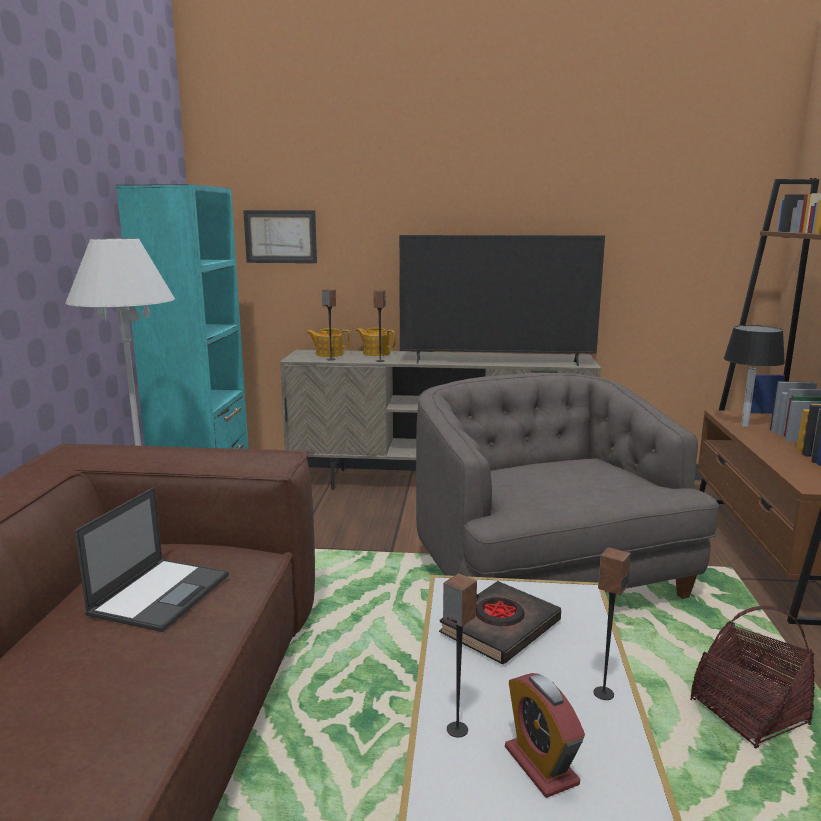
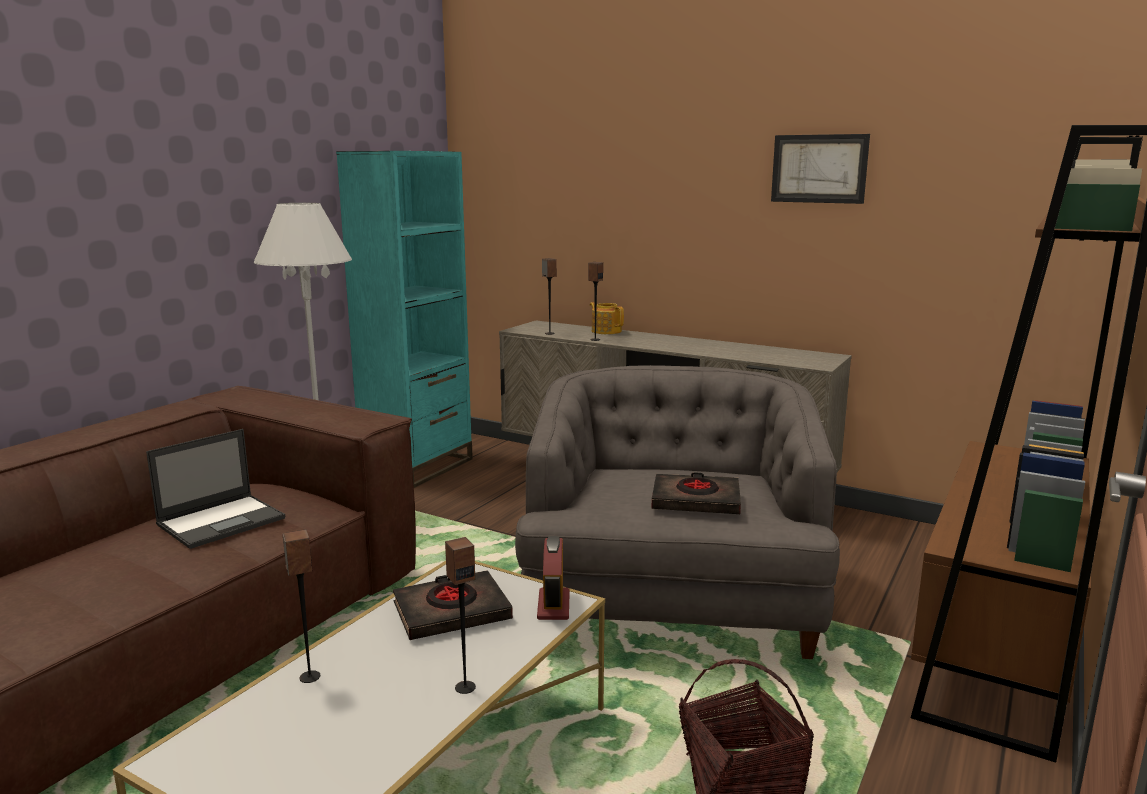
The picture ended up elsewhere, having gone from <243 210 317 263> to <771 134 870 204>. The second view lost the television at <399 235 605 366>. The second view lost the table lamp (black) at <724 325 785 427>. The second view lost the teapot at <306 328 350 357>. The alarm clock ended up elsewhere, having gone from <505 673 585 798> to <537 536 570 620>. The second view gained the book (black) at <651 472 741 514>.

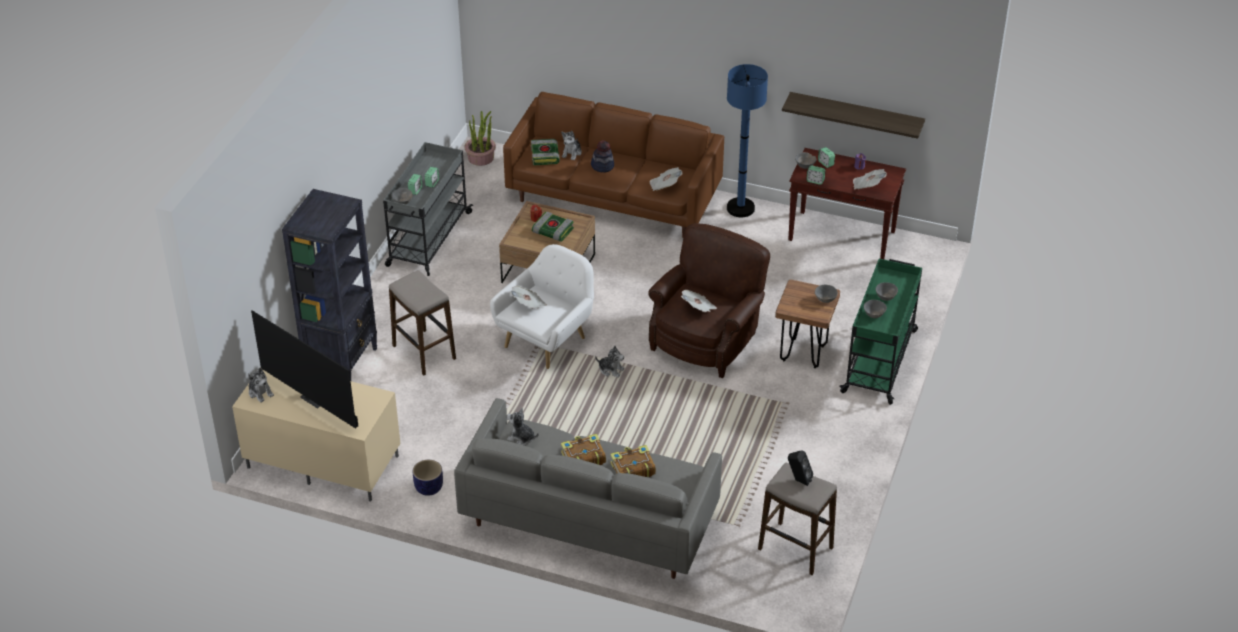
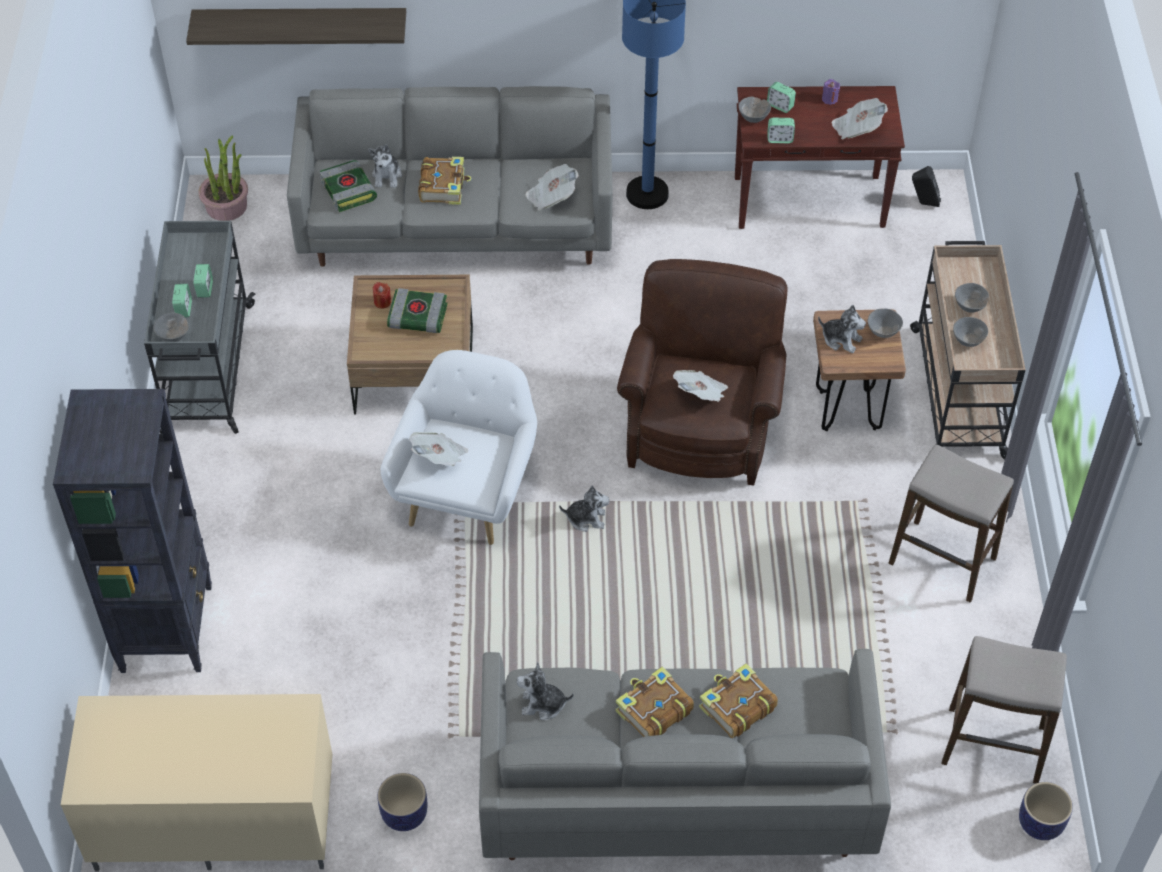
What was the sofa (brown) at <503 92 724 238> turned into the sofa (grey) at <287 86 612 267>. The shelf ended up elsewhere, having gone from <782 92 925 139> to <186 8 406 45>. Where the hat stood at <591 140 614 173>, the book came to stand at <418 157 471 205>. What was the cart (green) at <840 258 922 405> turned into the cart (beige) at <910 241 1025 460>. The stool ended up elsewhere, having gone from <389 270 456 375> to <888 445 1014 603>. The second view lost the television at <251 310 358 428>. The plush toy ended up elsewhere, having gone from <248 368 274 403> to <818 305 866 353>. The speaker (black) ended up elsewhere, having gone from <788 450 813 486> to <912 166 941 207>. The second view gained the planter at <1019 782 1073 840>.

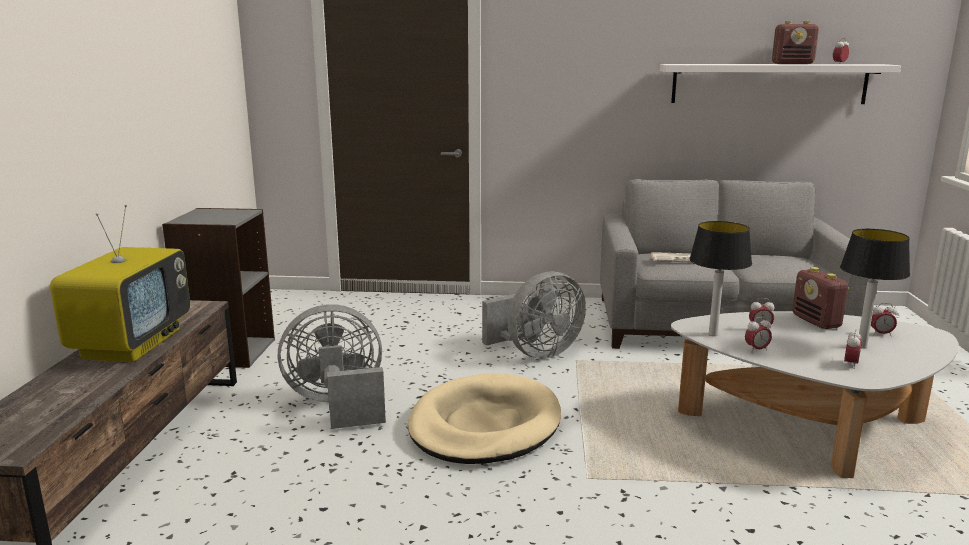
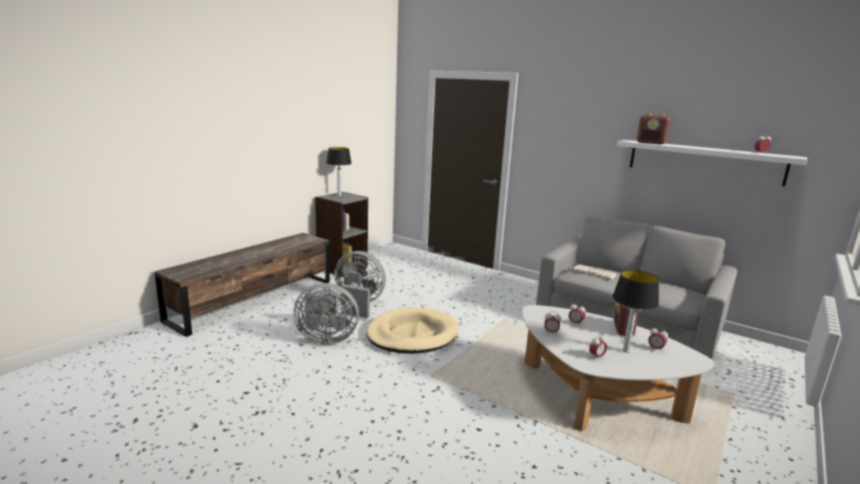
The radio ended up elsewhere, having gone from <772 21 819 64> to <637 113 671 145>. The second view lost the television at <50 205 190 362>. The table lamp ended up elsewhere, having gone from <689 221 752 336> to <326 147 352 196>. The fan (grey) ended up elsewhere, having gone from <482 271 586 359> to <293 283 359 345>.

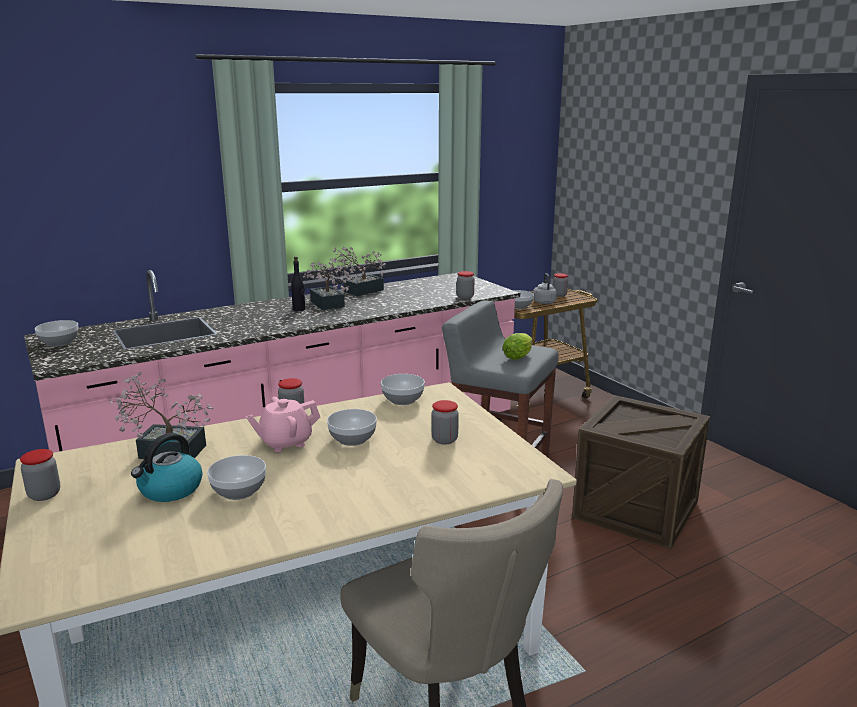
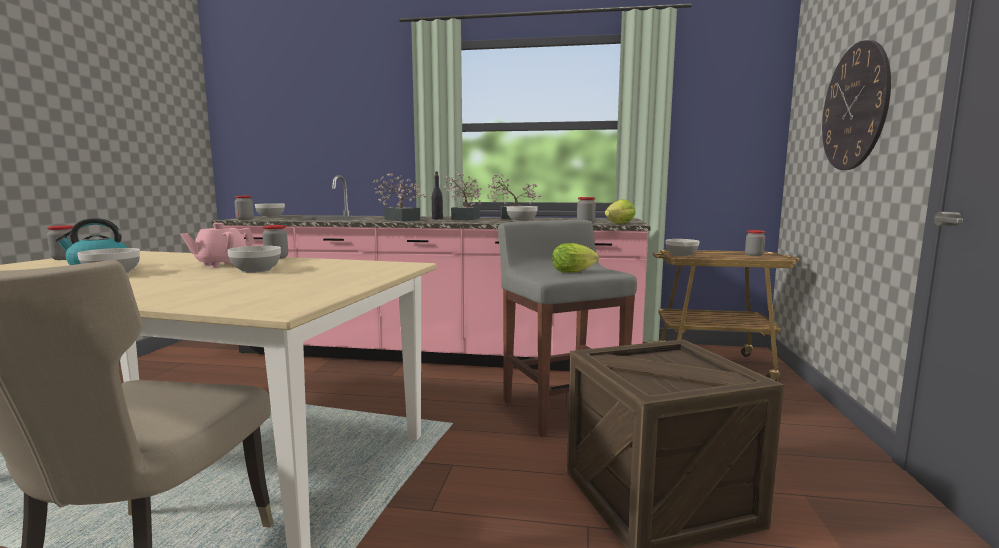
The second view lost the kettle (grey) at <533 273 557 304>. The potted plant ended up elsewhere, having gone from <108 372 213 459> to <373 173 426 221>. The bowl ended up elsewhere, having gone from <381 374 425 405> to <507 206 538 222>. The teapot (pink) at <246 397 320 452> ended up facing another way, 60 degrees counterclockwise from before. The jar ended up elsewhere, having gone from <431 400 459 445> to <234 196 254 220>. The second view gained the wall clock at <822 40 891 170>. The second view gained the lettuce at <605 199 636 224>.

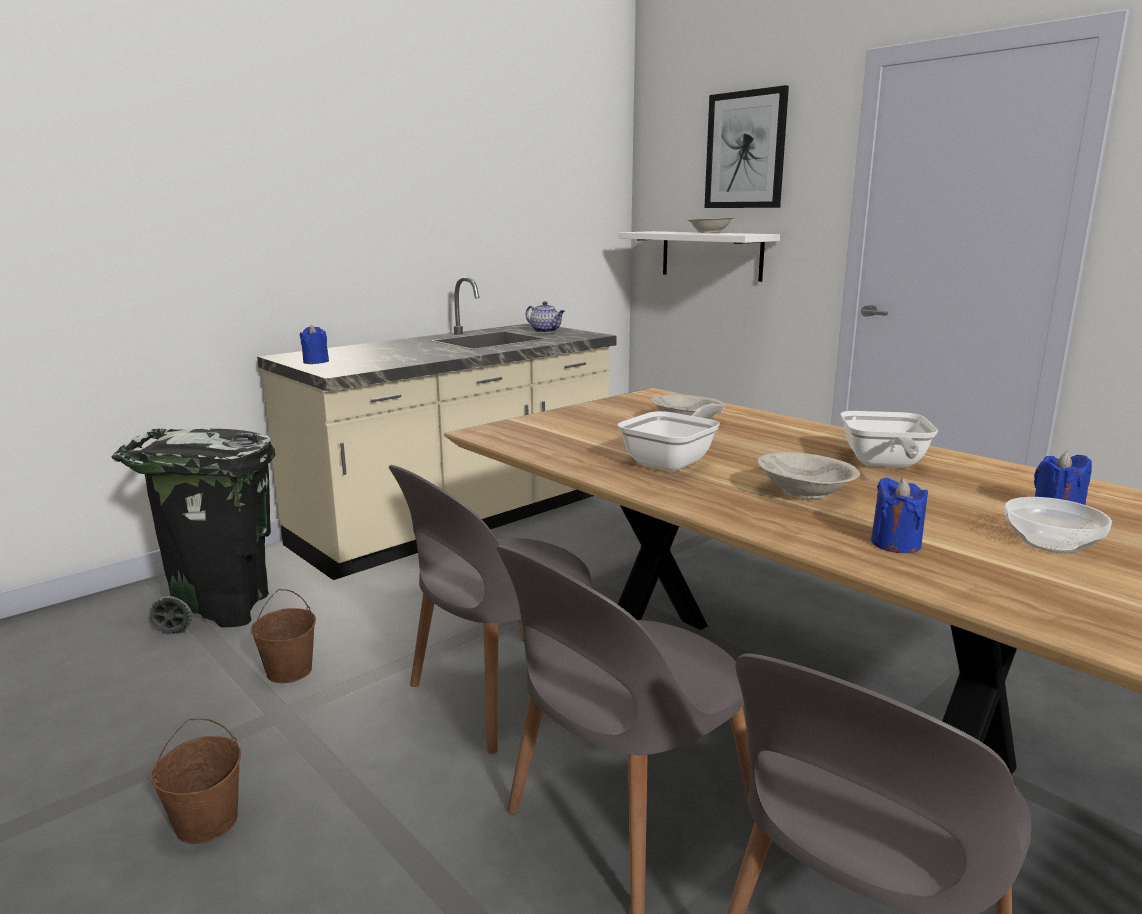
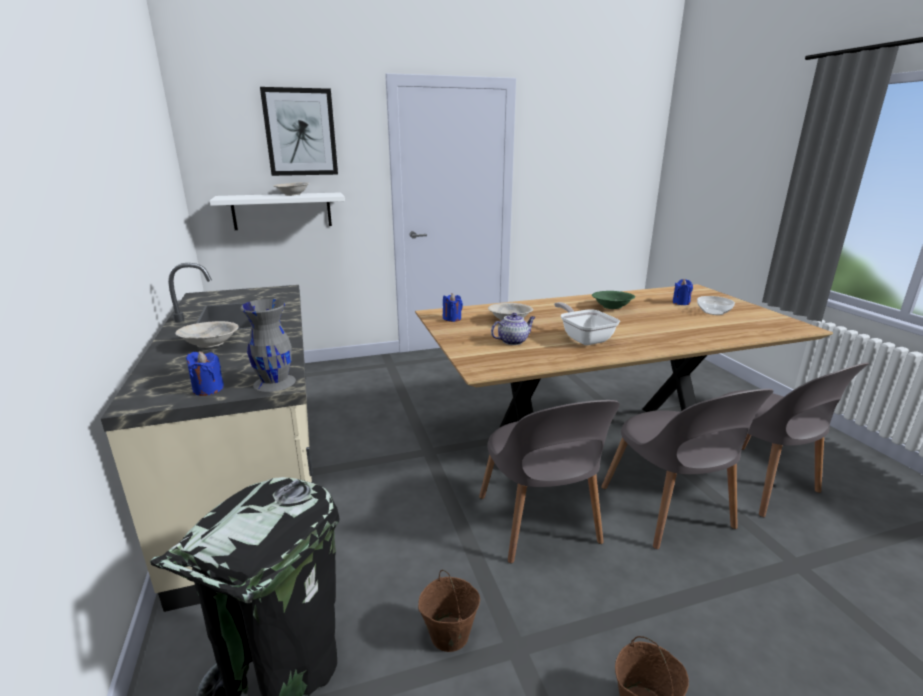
The teapot ended up elsewhere, having gone from <526 301 565 333> to <491 313 536 345>. Where the frying pan stood at <841 411 938 468>, the bowl (green) came to stand at <592 291 635 309>. The bowl (beige) ended up elsewhere, having gone from <757 452 860 499> to <175 321 239 348>. The candle (blue) ended up elsewhere, having gone from <871 477 928 553> to <443 293 463 322>. The second view gained the vase (grey) at <240 299 296 392>.

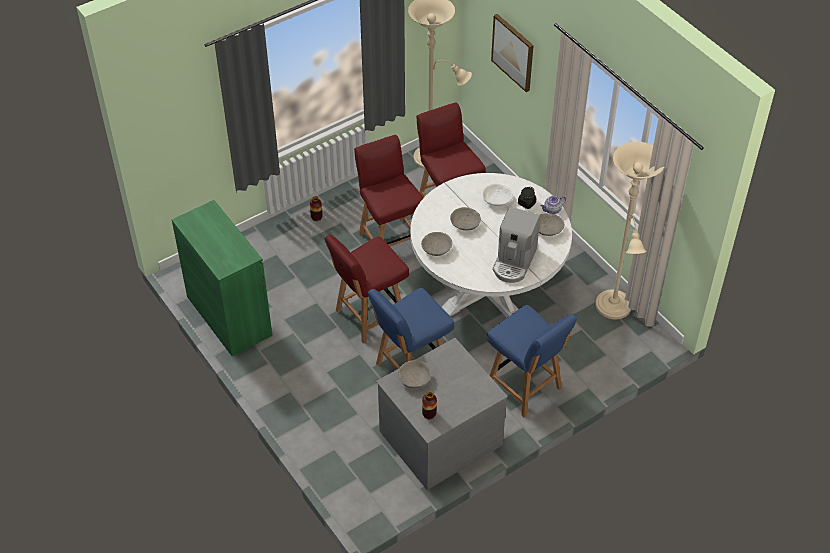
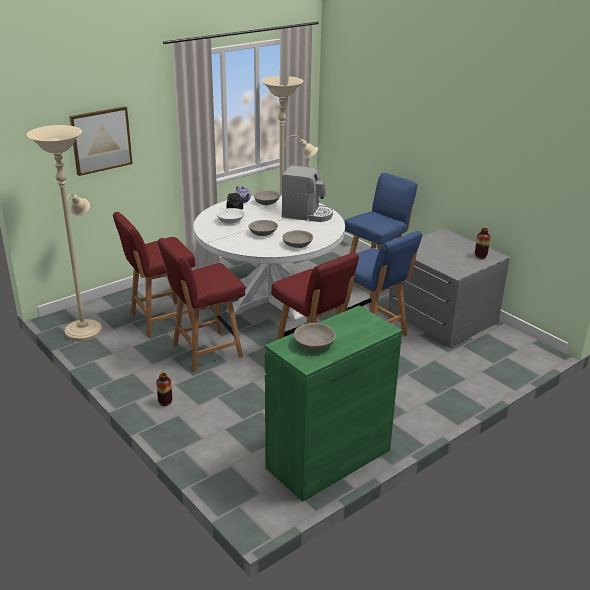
The bowl (grey) ended up elsewhere, having gone from <398 360 431 388> to <294 323 336 350>.

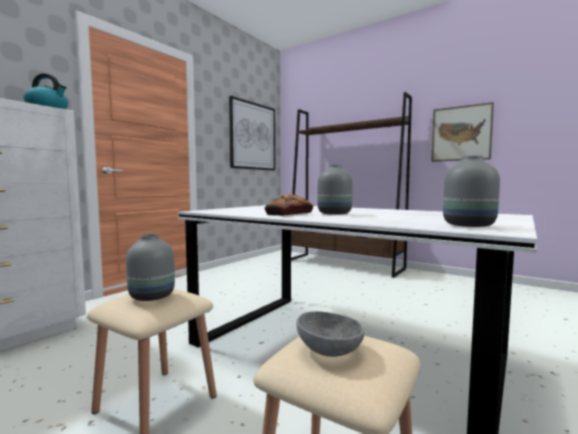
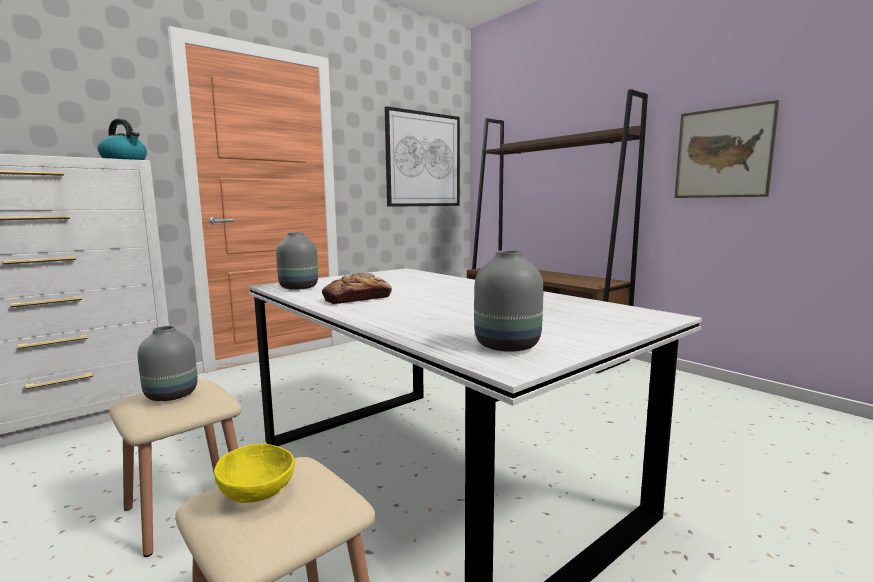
The vase (grey) ended up elsewhere, having gone from <318 165 353 215> to <276 232 318 290>. What was the bowl (grey) at <296 311 364 357> turned into the bowl (yellow) at <214 444 295 503>.

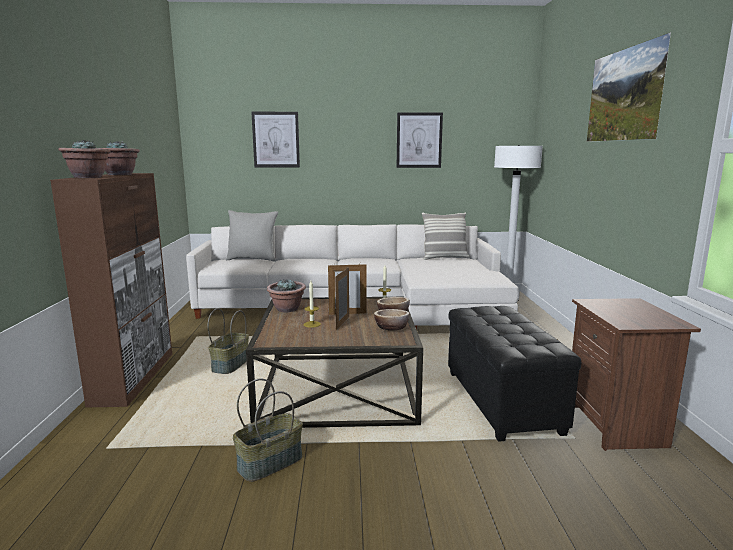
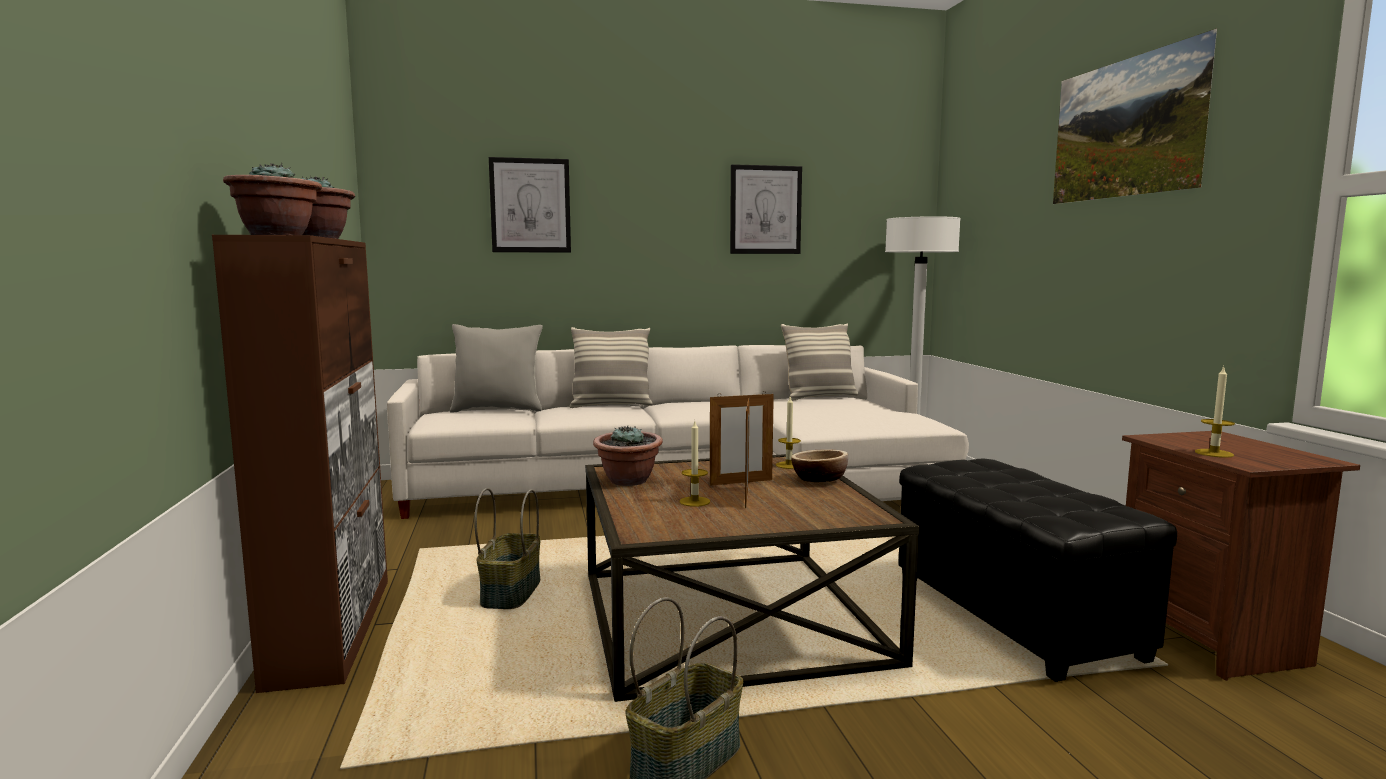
The second view lost the bowl at <374 309 410 331>. The second view gained the pillow at <570 327 653 408>. The second view gained the candle at <1195 367 1235 458>.

